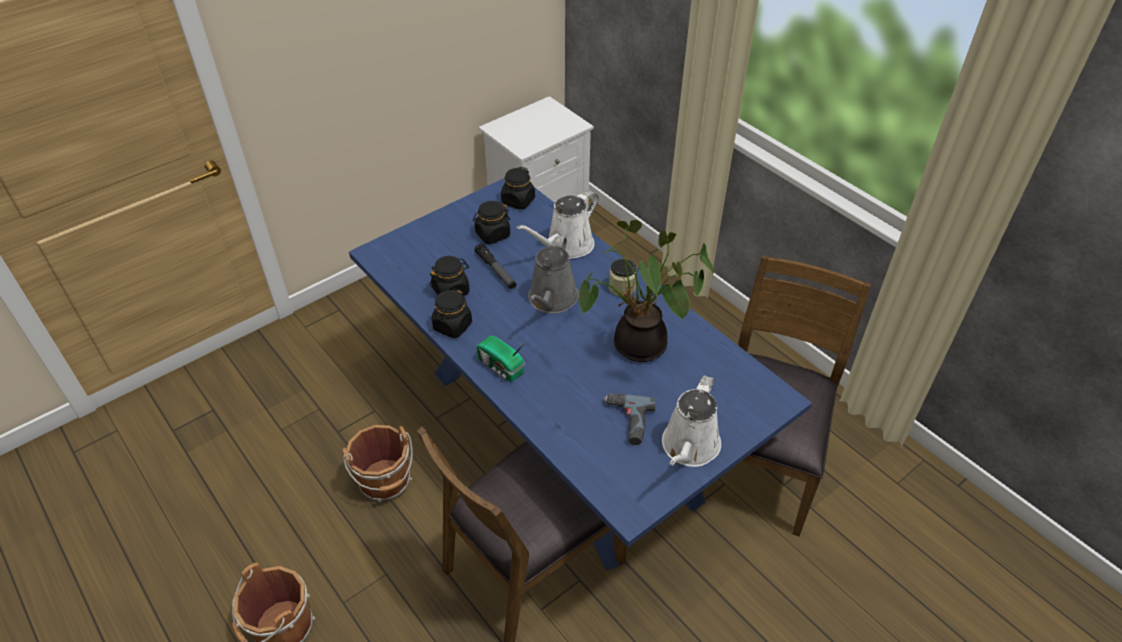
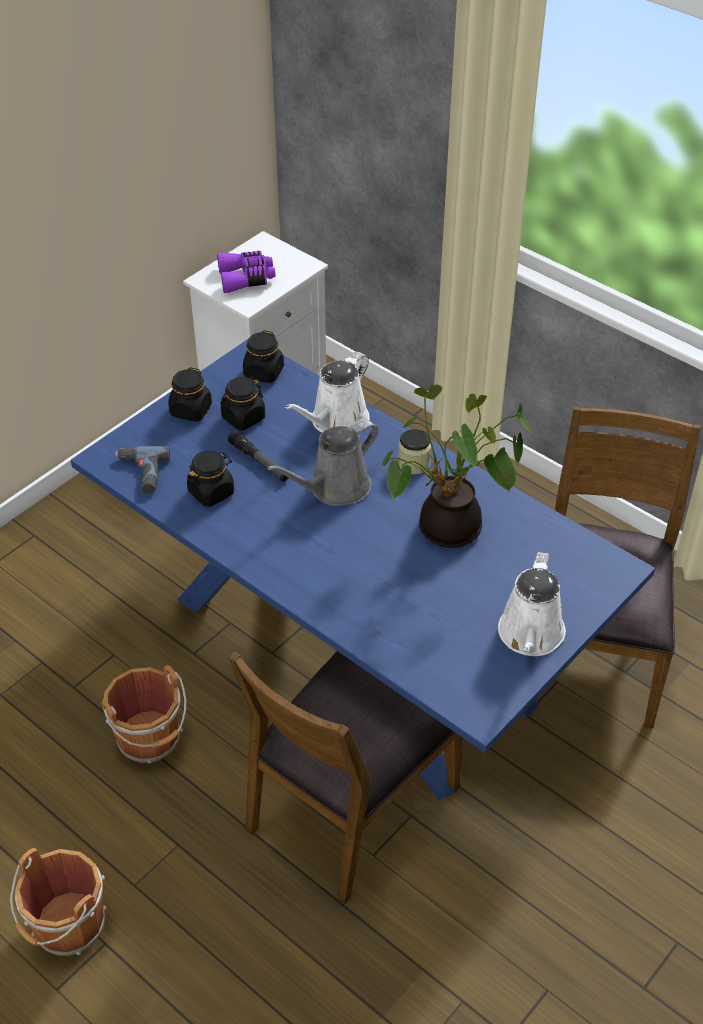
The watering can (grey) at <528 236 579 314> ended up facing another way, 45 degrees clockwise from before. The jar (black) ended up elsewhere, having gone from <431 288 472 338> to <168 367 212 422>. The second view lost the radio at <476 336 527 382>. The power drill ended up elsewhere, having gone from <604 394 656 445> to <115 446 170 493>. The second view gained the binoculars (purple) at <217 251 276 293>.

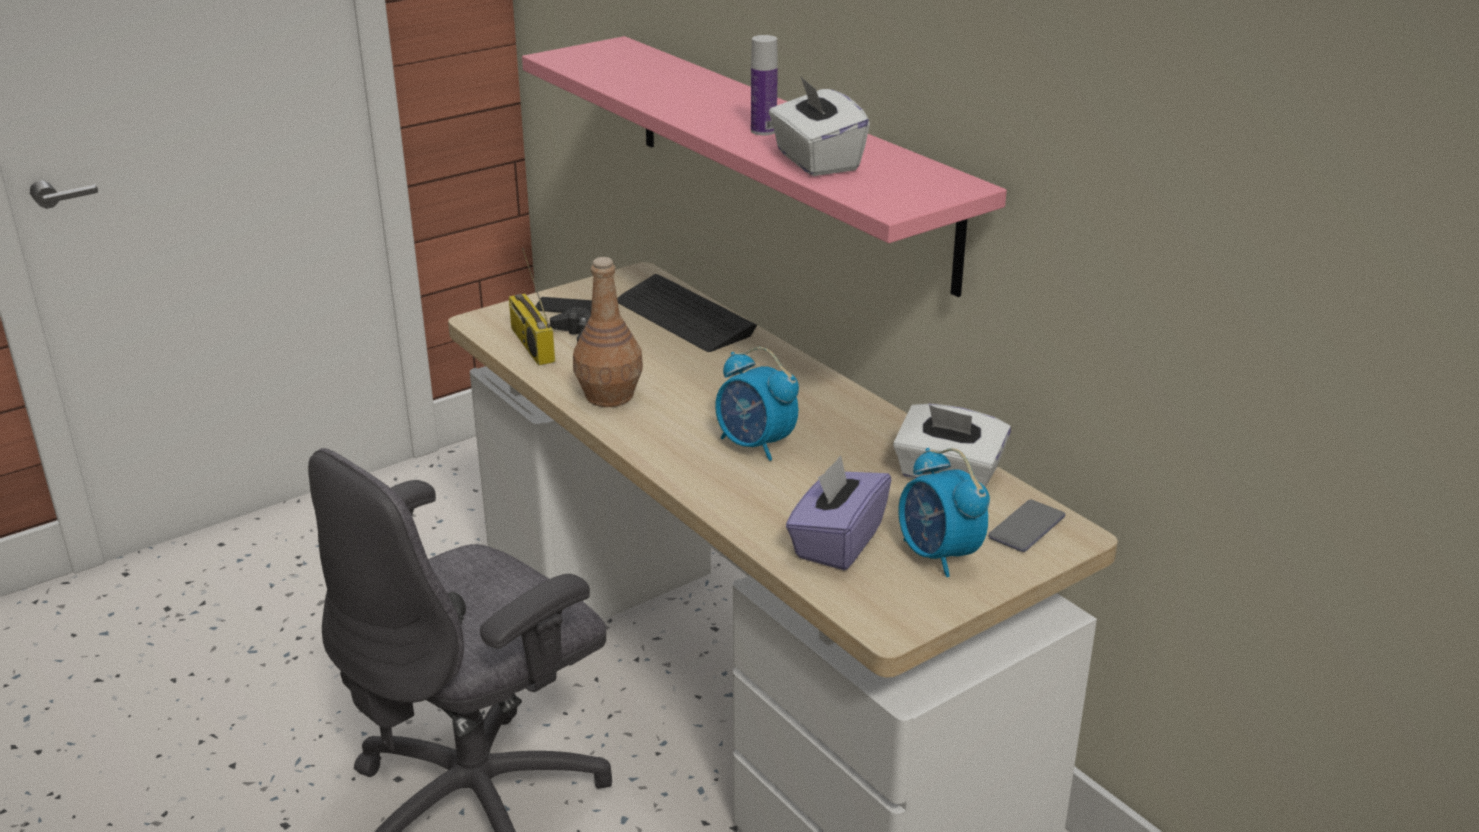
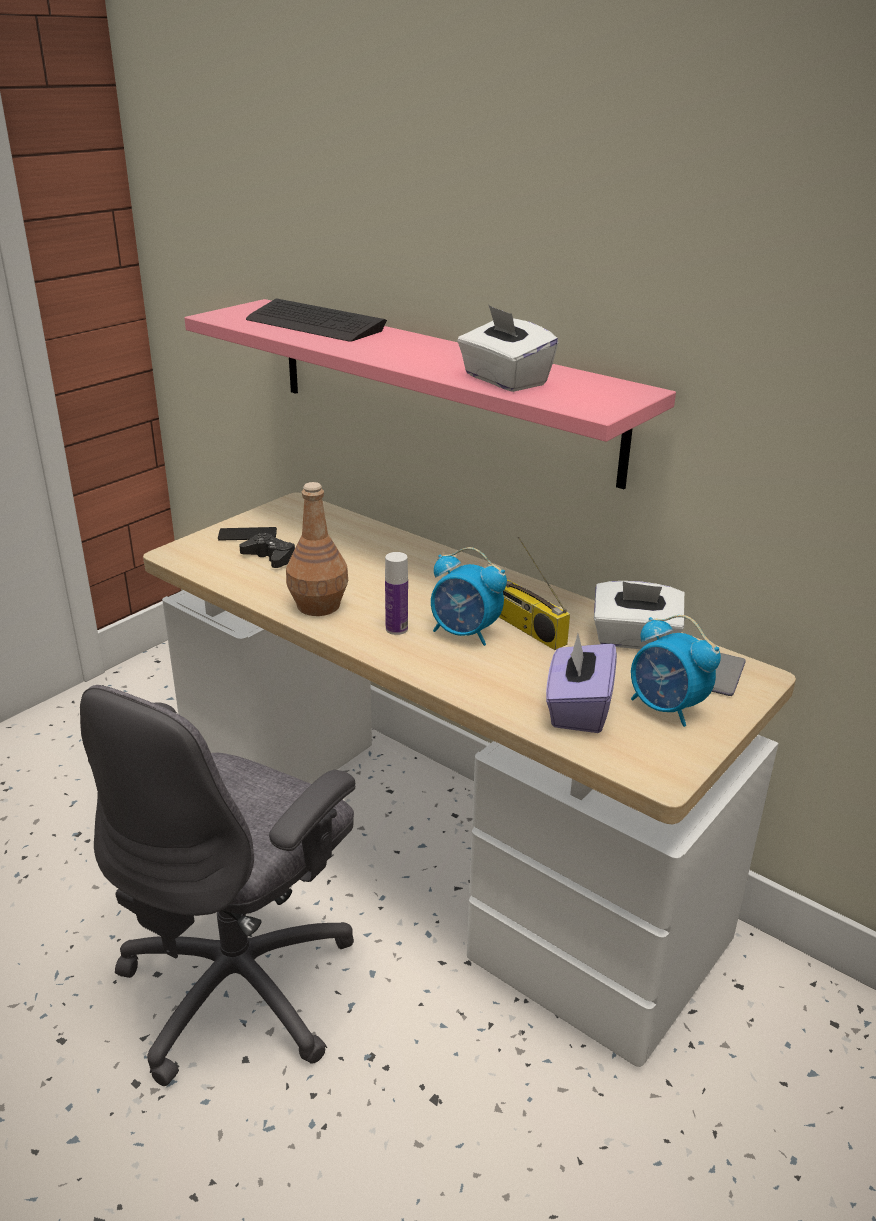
The bottle ended up elsewhere, having gone from <751 35 778 136> to <385 552 408 635>. The radio ended up elsewhere, having gone from <509 248 555 366> to <499 537 570 650>. The keyboard ended up elsewhere, having gone from <617 274 757 352> to <246 298 387 342>.

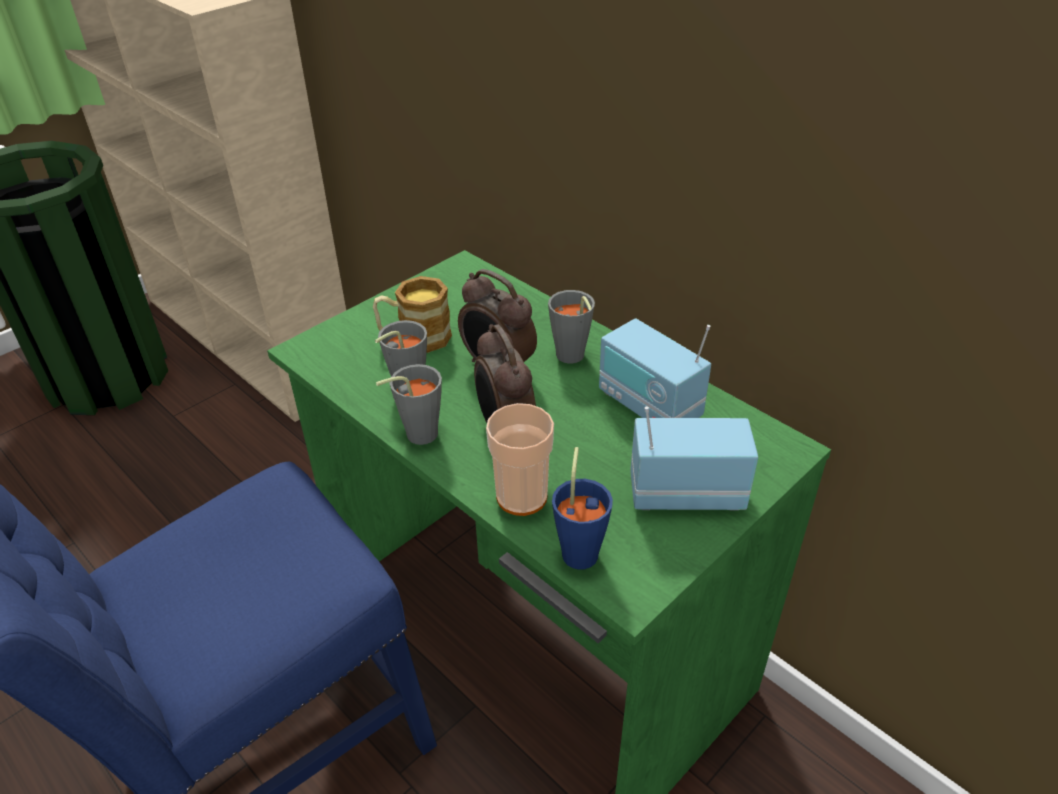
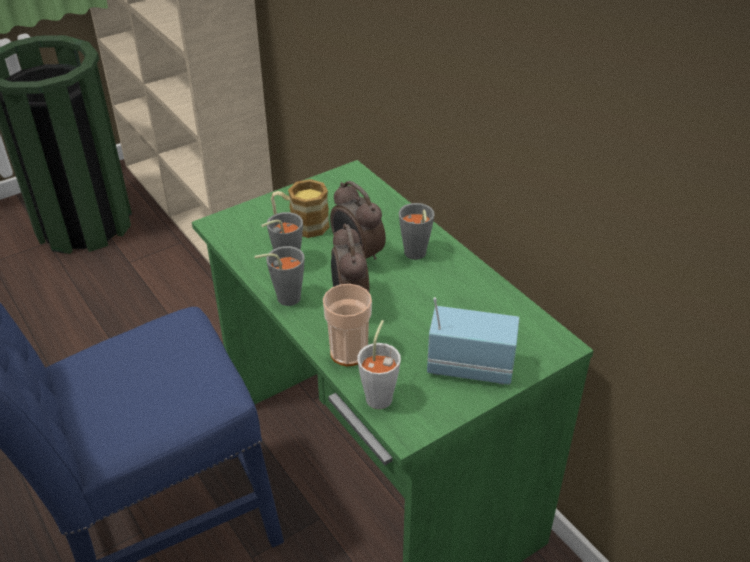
The second view lost the radio at <599 319 711 418>. What was the cup (blue) at <552 447 613 570> turned into the cup (grey) at <357 320 401 409>.

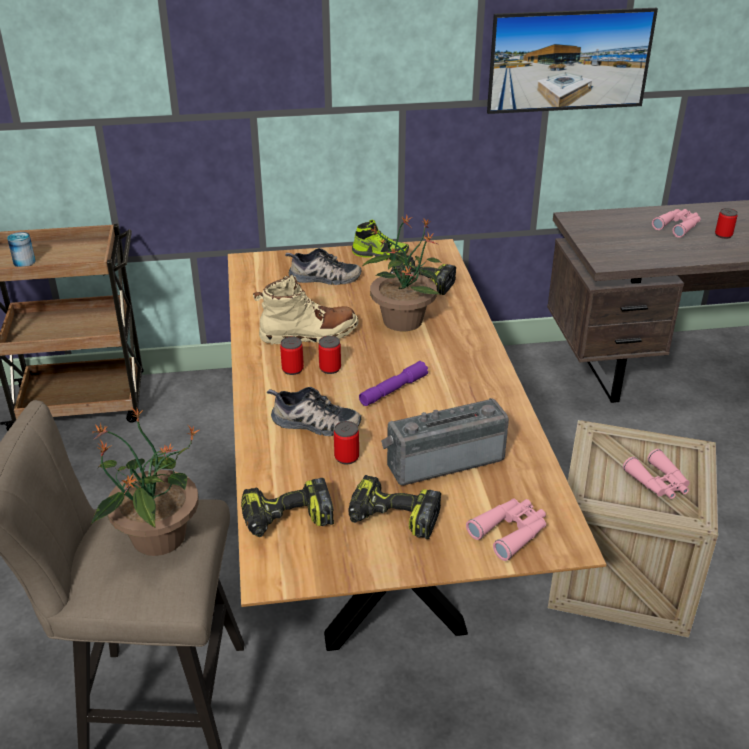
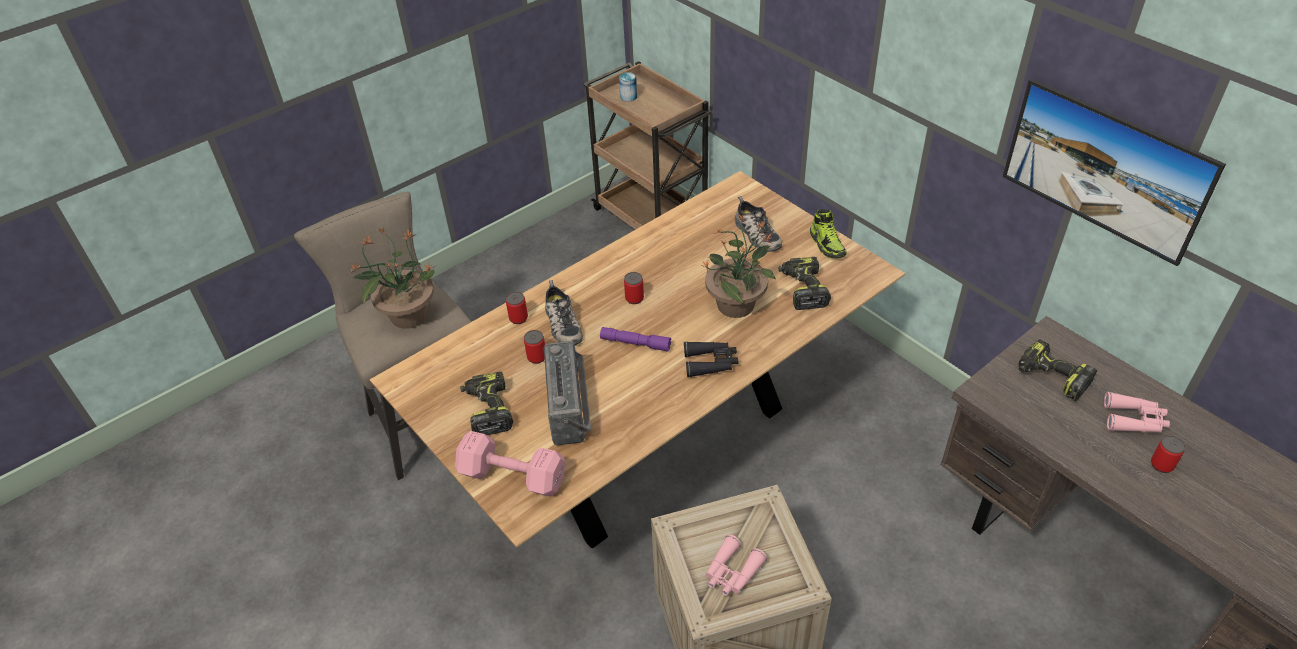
The second view lost the boot (beige) at <253 274 359 345>. The can ended up elsewhere, having gone from <280 337 304 375> to <506 292 528 324>. The radio at <381 398 509 485> ended up facing another way, 45 degrees clockwise from before. The power drill ended up elsewhere, having gone from <241 478 334 537> to <1019 339 1097 401>. Where the binoculars (pink) stood at <466 498 546 561>, the dumbbell (pink) came to stand at <455 431 565 497>. The second view gained the binoculars (black) at <684 342 738 378>.

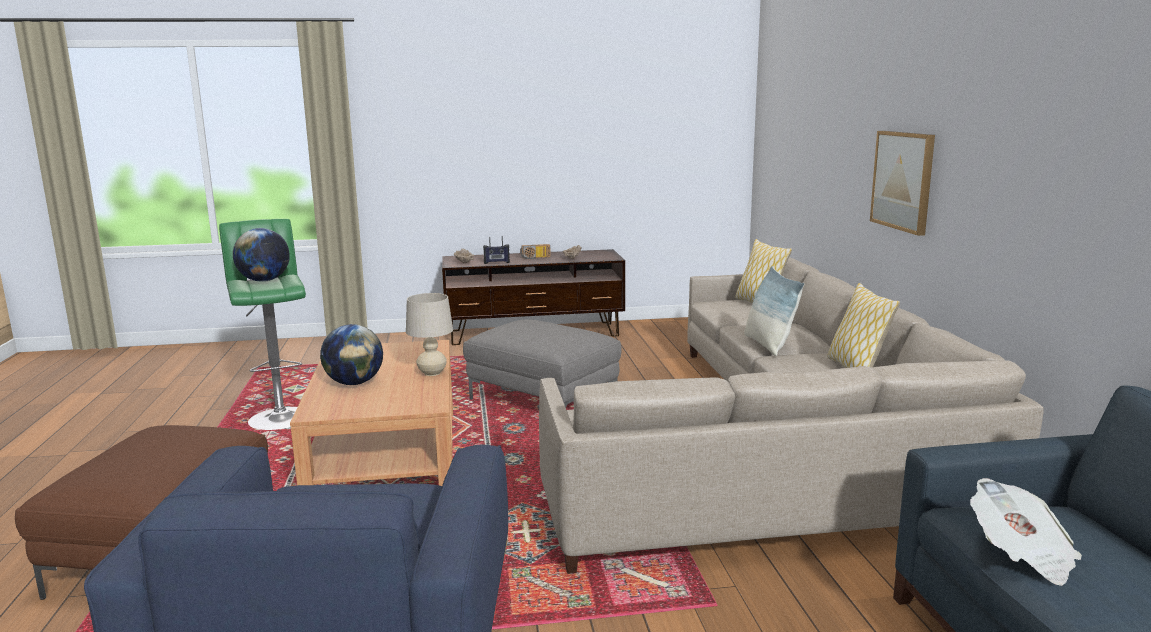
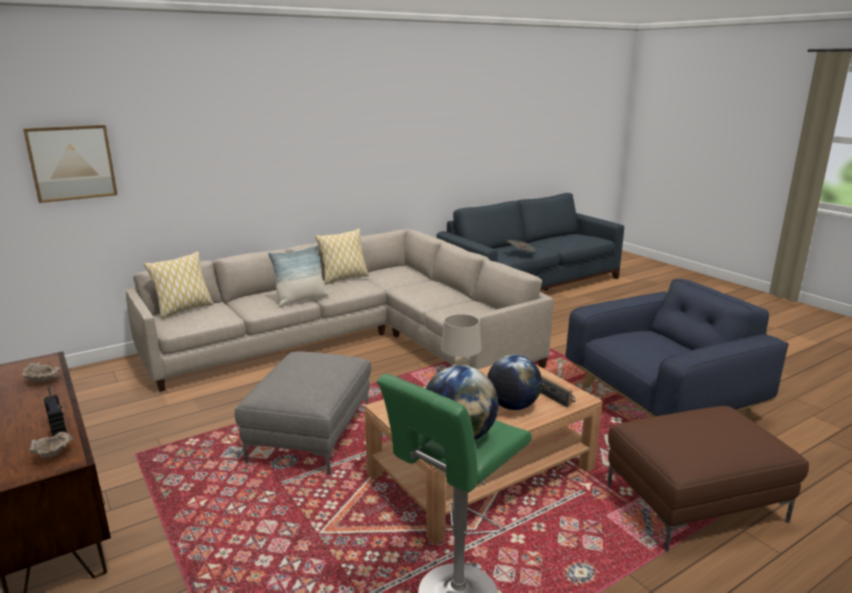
The picture ended up elsewhere, having gone from <870 131 935 236> to <23 125 118 203>. The radio ended up elsewhere, having gone from <520 244 551 259> to <540 375 575 407>.

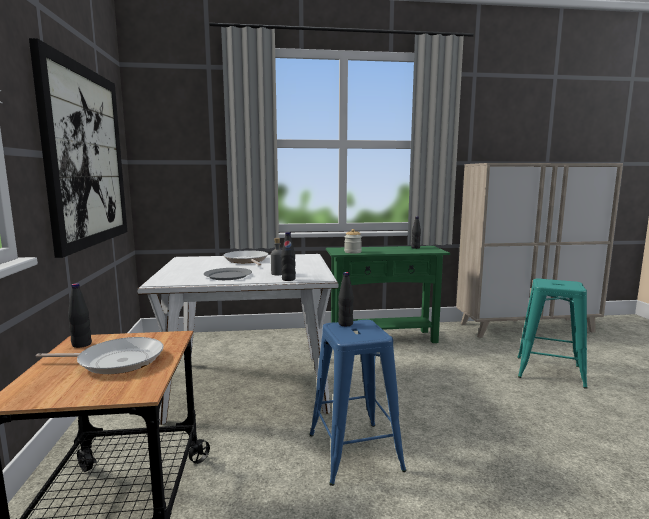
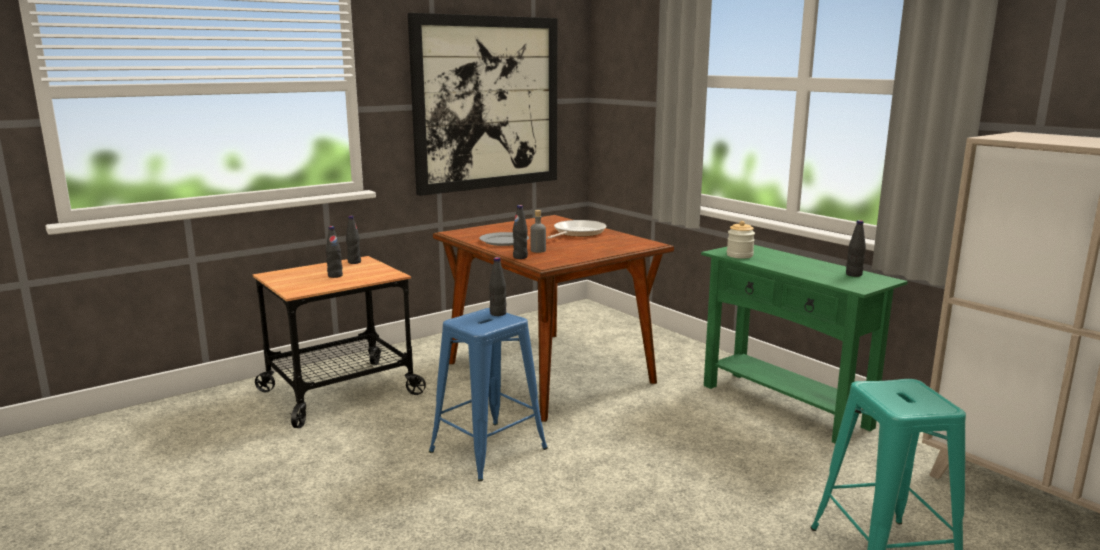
What was the dining table (white) at <137 254 338 425> turned into the dining table (brown) at <433 215 674 422>. Where the frying pan stood at <36 337 163 374>, the bottle (black) came to stand at <326 226 343 278>.

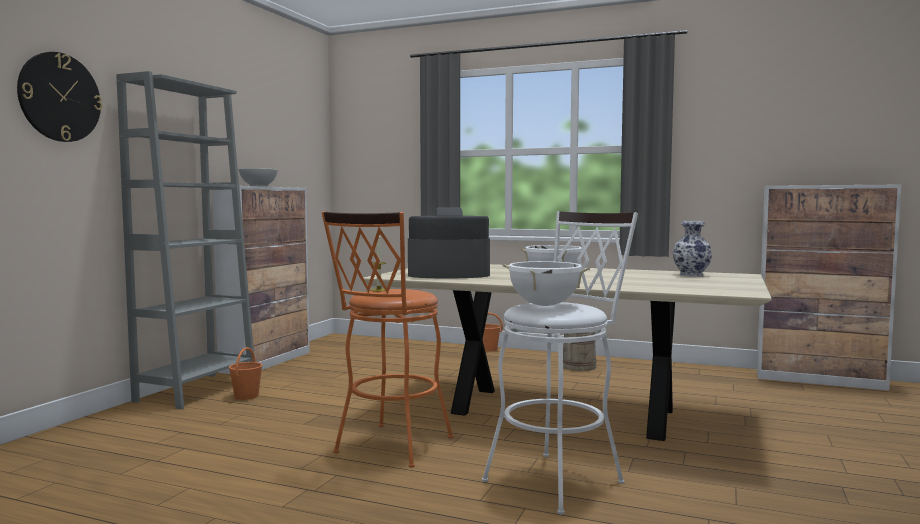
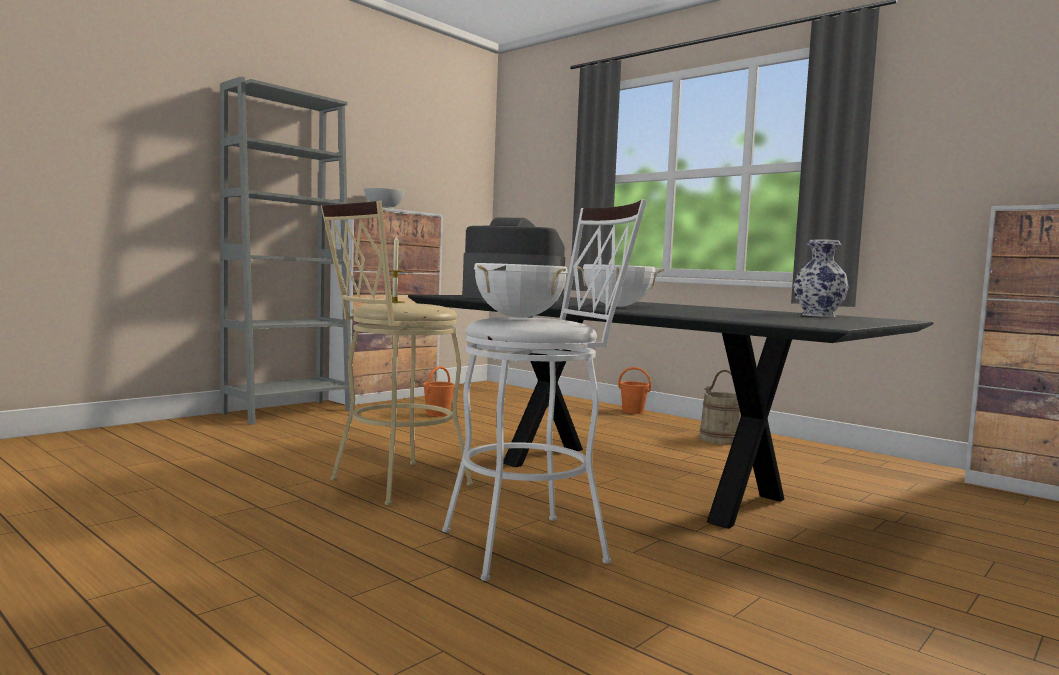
The second view lost the wall clock at <17 52 102 142>. What was the stool (orange) at <321 211 453 468> turned into the stool (beige) at <321 201 473 505>. What was the dining table (beige) at <360 264 772 441> turned into the dining table (black) at <408 295 933 529>. The bucket (orange) ended up elsewhere, having gone from <229 347 263 400> to <423 366 455 417>.

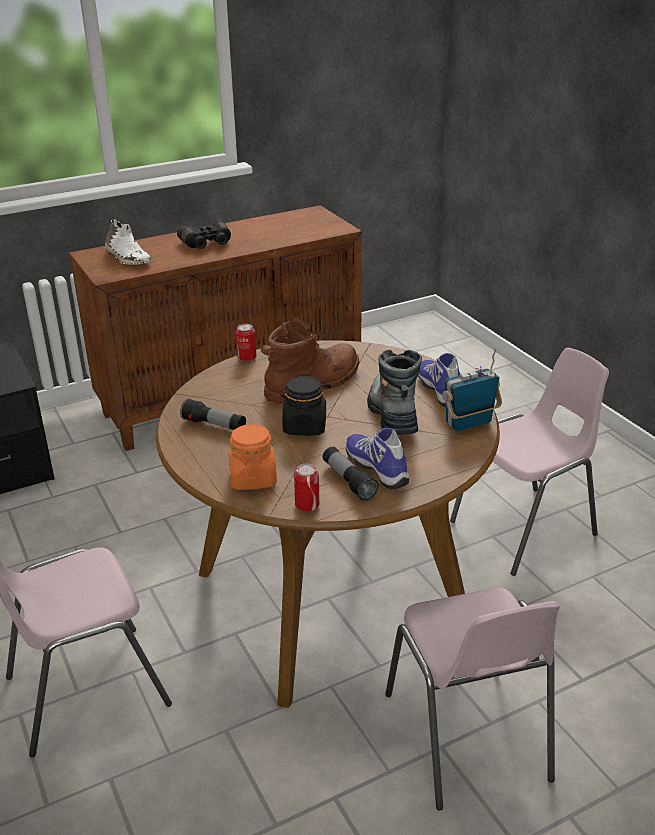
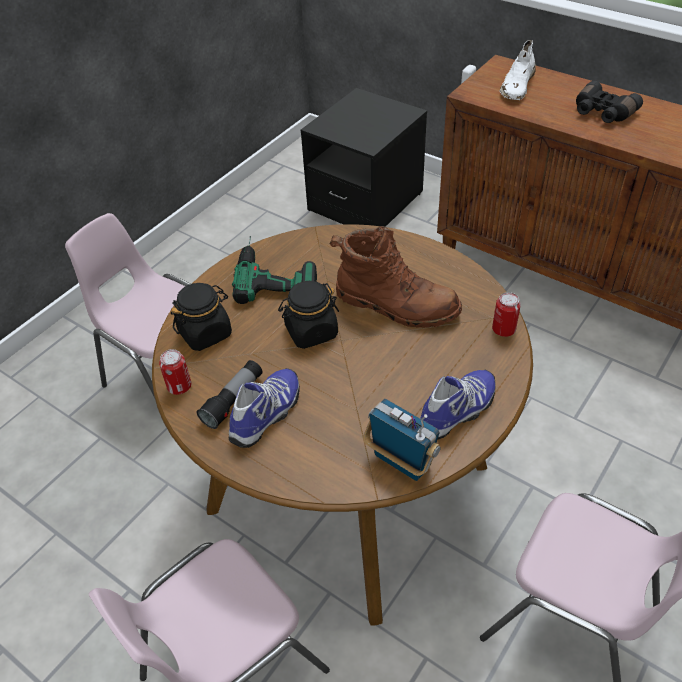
The can ended up elsewhere, having gone from <236 324 256 362> to <492 292 521 337>. The second view lost the boot at <367 349 422 435>. Where the flashlight stood at <180 398 246 430>, the power drill came to stand at <232 236 317 304>. What was the jar (orange) at <229 424 277 490> turned into the jar (black) at <171 283 232 351>.

